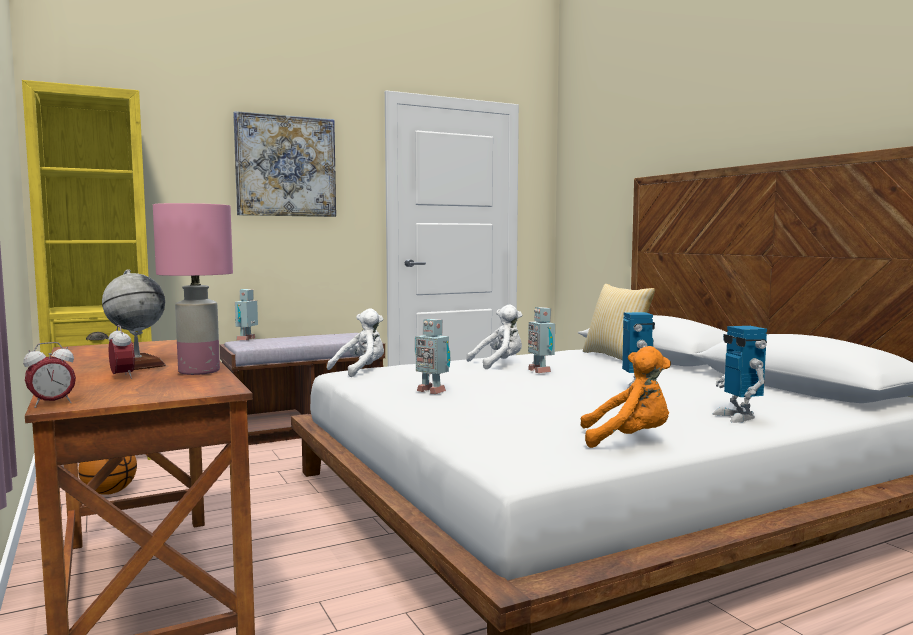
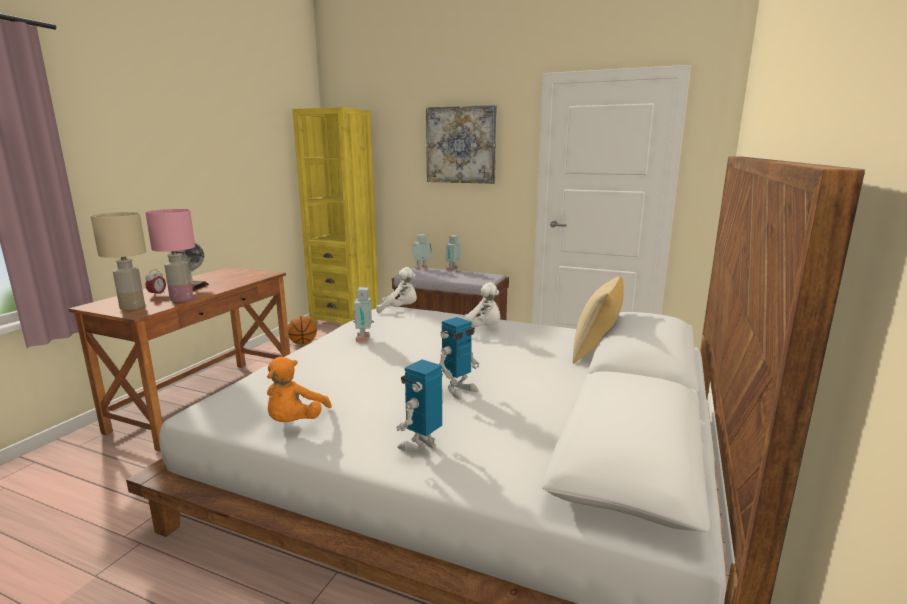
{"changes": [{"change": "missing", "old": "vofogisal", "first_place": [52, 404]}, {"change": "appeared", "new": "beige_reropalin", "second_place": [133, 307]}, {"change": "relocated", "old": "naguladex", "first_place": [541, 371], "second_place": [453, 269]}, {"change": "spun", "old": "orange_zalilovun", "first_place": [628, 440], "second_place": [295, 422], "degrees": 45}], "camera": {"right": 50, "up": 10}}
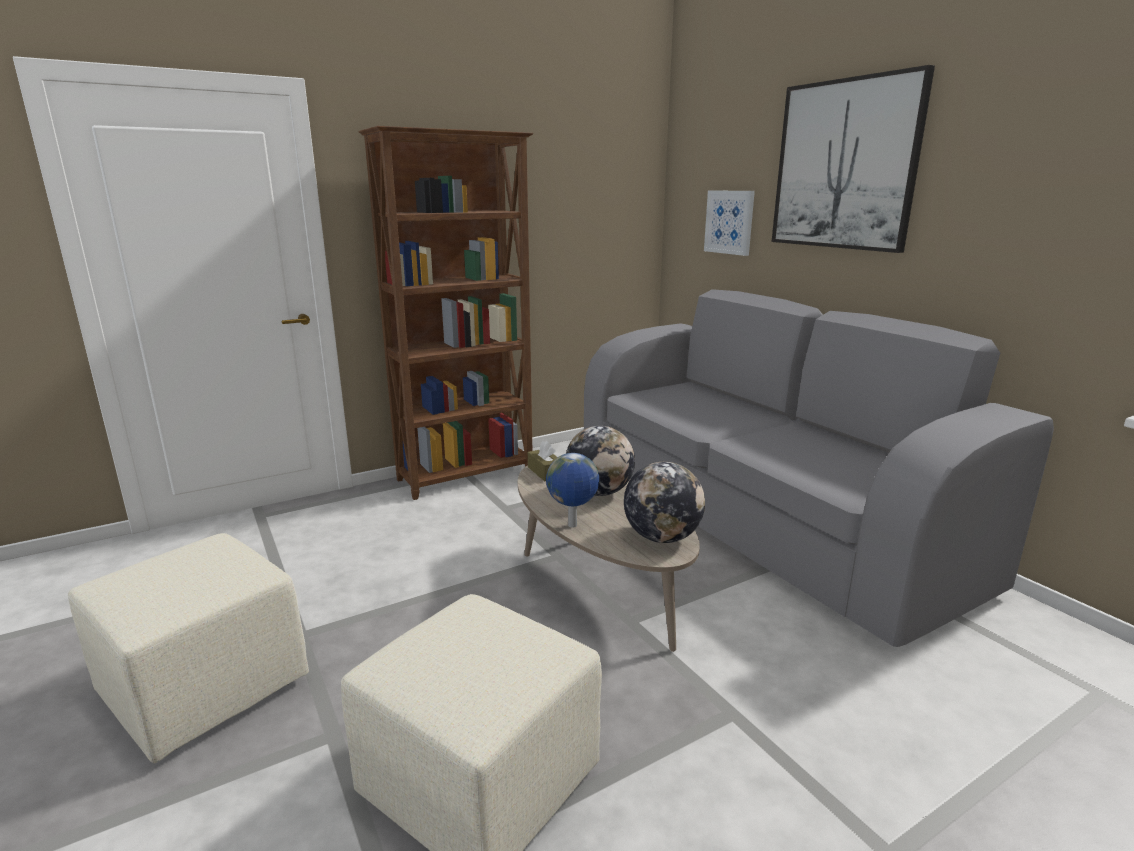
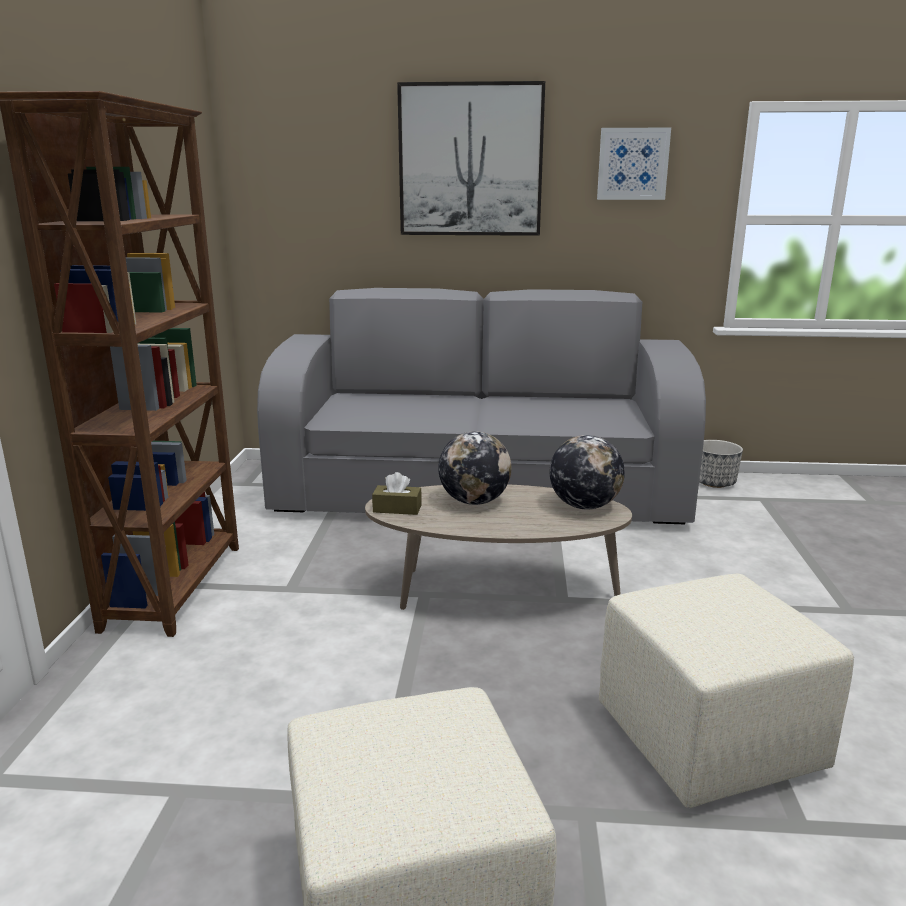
{"changes": [{"change": "missing", "old": "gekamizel", "first_place": [572, 526]}, {"change": "appeared", "new": "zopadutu", "second_place": [714, 482]}, {"change": "relocated", "old": "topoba", "first_place": [729, 222], "second_place": [633, 164]}], "camera": {"right": -55, "up": 0}}
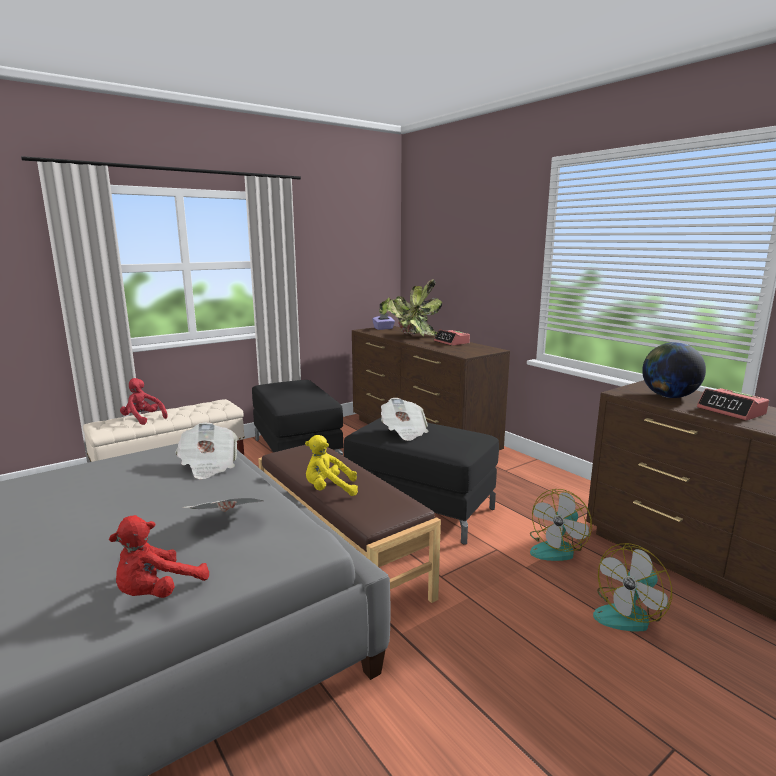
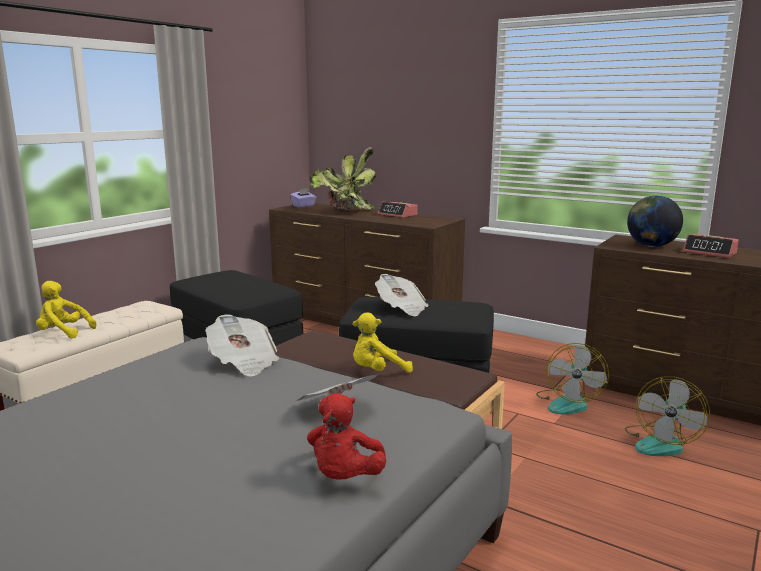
{"changes": [{"change": "colour", "old": "red_zalilovun", "new": "yellow_zalilovun", "first_place": [143, 419], "second_place": [63, 333]}], "camera": {"right": -20, "up": 0}}
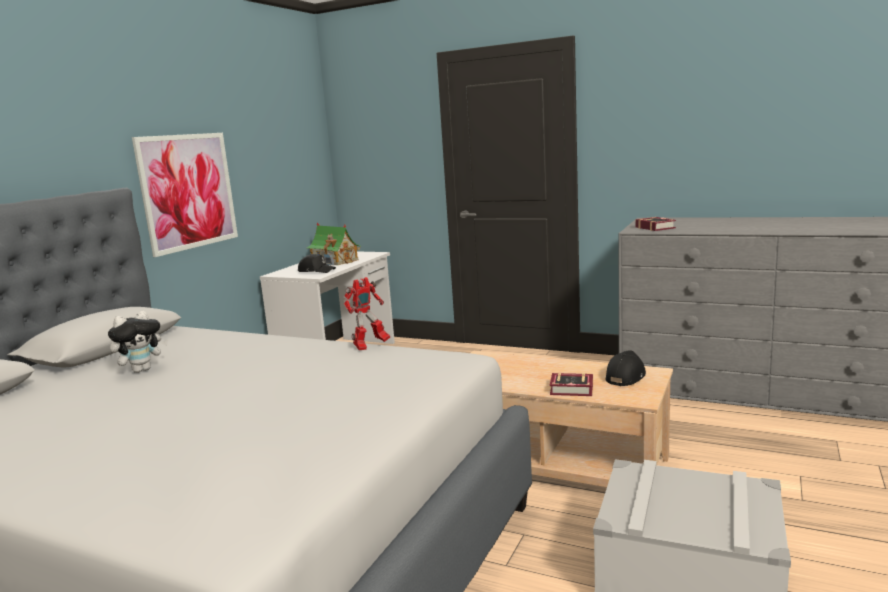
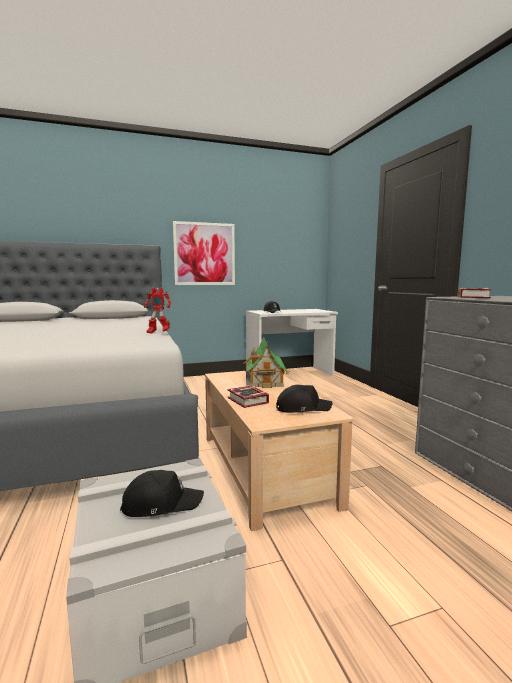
{"changes": [{"change": "missing", "old": "zalilovun", "first_place": [142, 370]}, {"change": "appeared", "new": "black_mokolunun", "second_place": [161, 503]}, {"change": "relocated", "old": "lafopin", "first_place": [335, 260], "second_place": [265, 380]}], "camera": {"right": 45, "up": -5}}
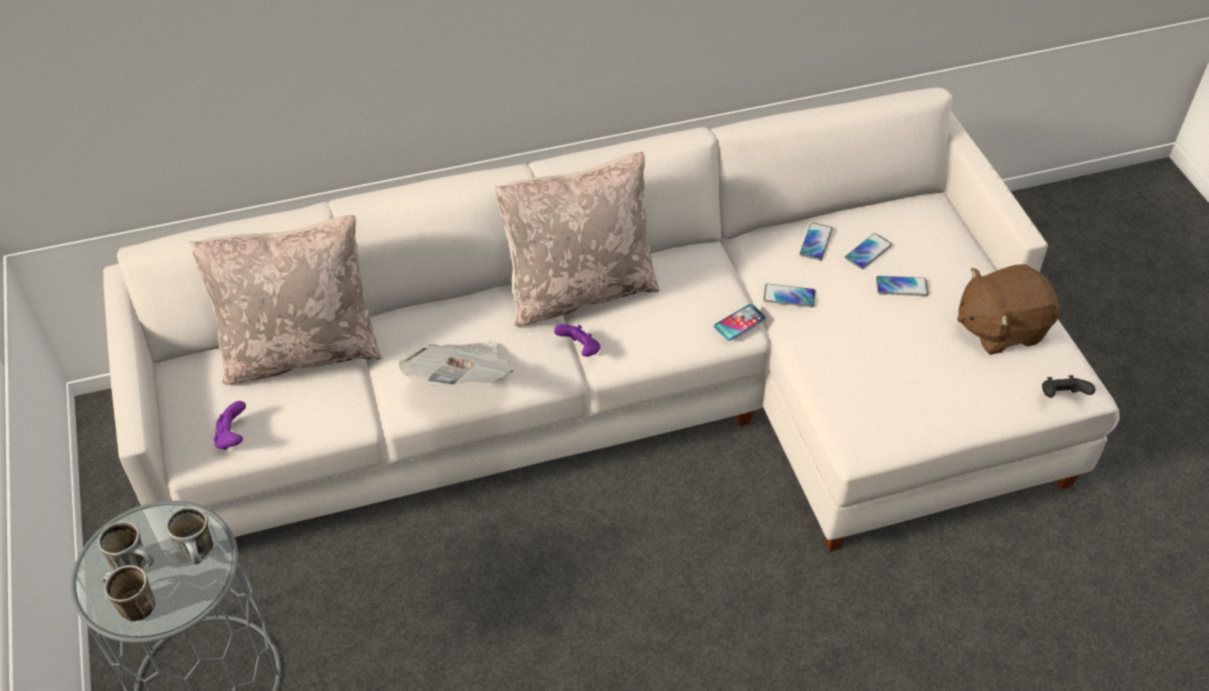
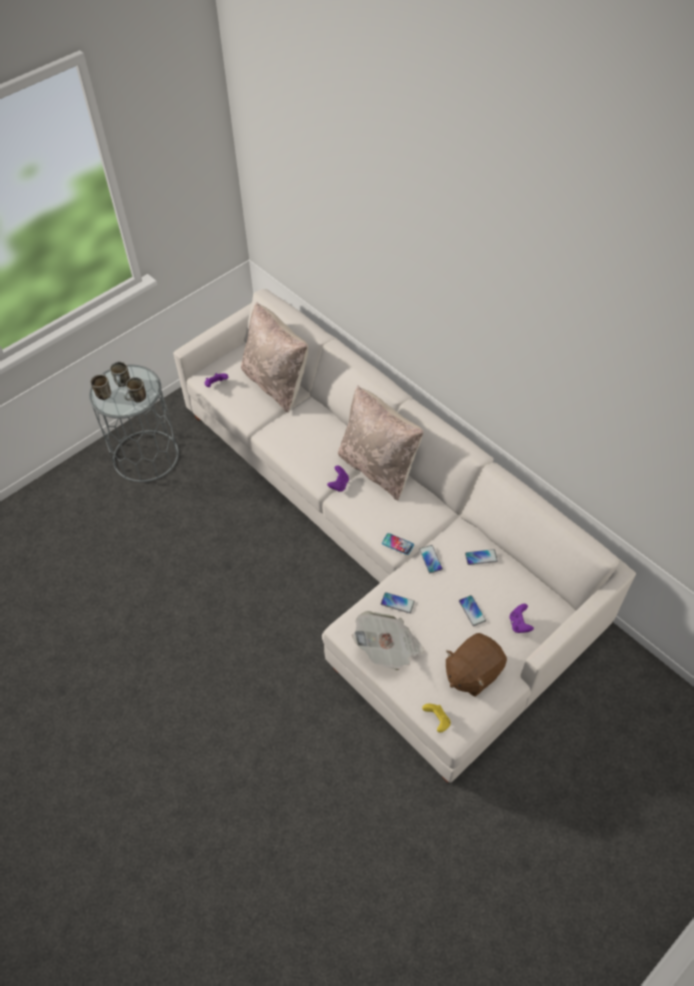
{"changes": [{"change": "appeared", "new": "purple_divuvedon", "second_place": [519, 624]}, {"change": "relocated", "old": "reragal", "first_place": [462, 381], "second_place": [388, 648]}, {"change": "relocated", "old": "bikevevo", "first_place": [868, 252], "second_place": [397, 603]}, {"change": "colour", "old": "black_divuvedon", "new": "yellow_divuvedon", "first_place": [1061, 397], "second_place": [437, 720]}, {"change": "spun", "old": "brown_zalilovun", "first_place": [1000, 328], "second_place": [472, 672], "degrees": -90}], "camera": {"right": 65, "up": 5}}
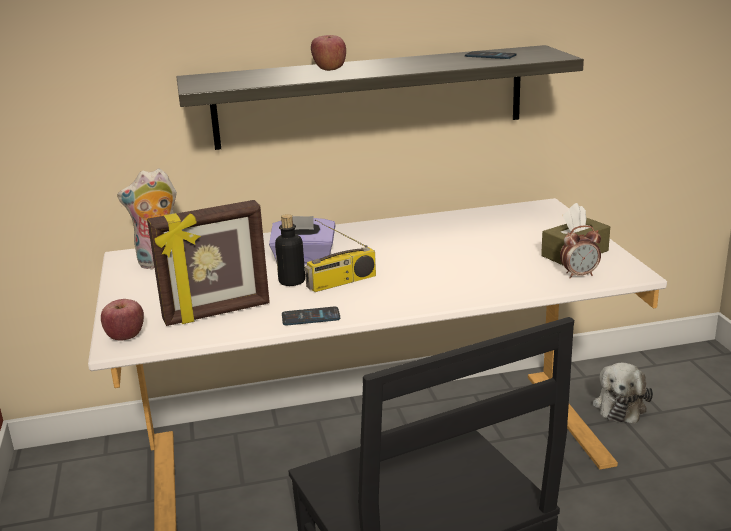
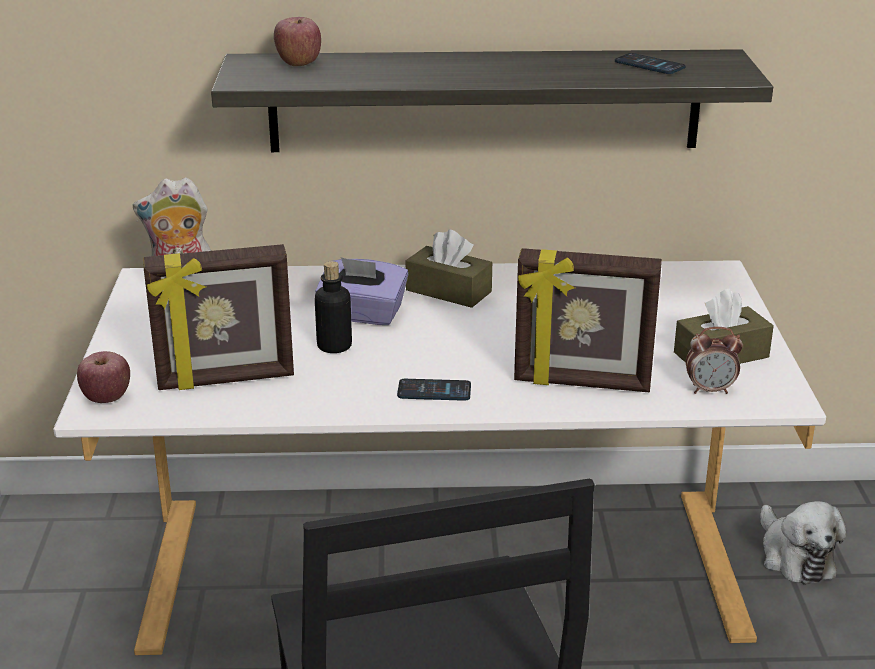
{"changes": [{"change": "missing", "old": "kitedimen", "first_place": [341, 282]}, {"change": "appeared", "new": "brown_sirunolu", "second_place": [448, 291]}, {"change": "appeared", "new": "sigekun", "second_place": [582, 383]}, {"change": "relocated", "old": "bikevevo", "first_place": [310, 317], "second_place": [434, 391]}, {"change": "relocated", "old": "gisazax", "first_place": [329, 69], "second_place": [298, 62]}, {"change": "spun", "old": "zalilovun", "first_place": [620, 405], "second_place": [794, 556], "degrees": -45}], "camera": {"right": 10, "up": 5}}
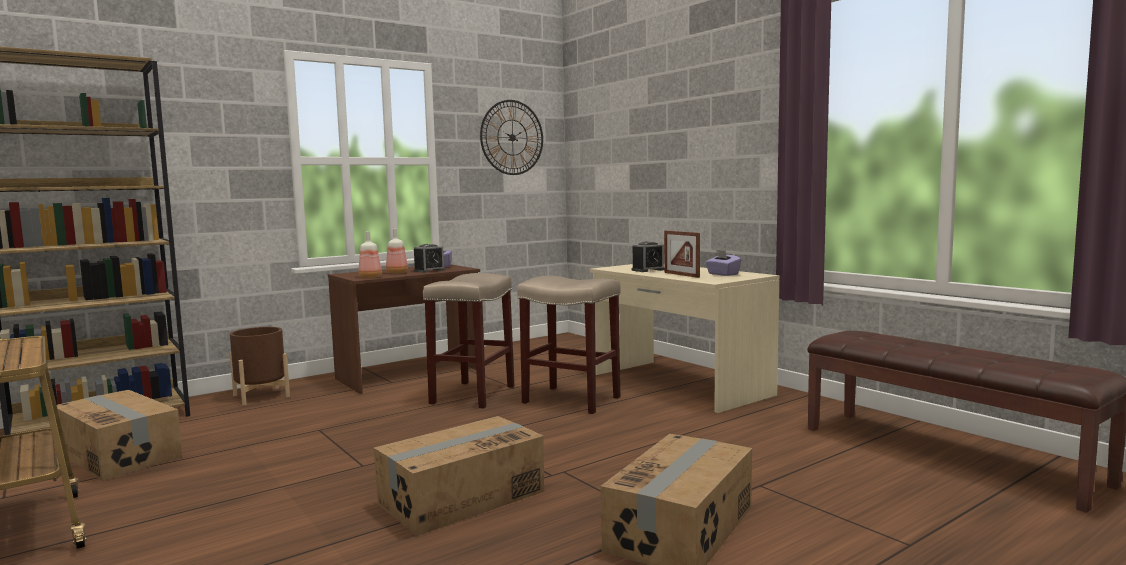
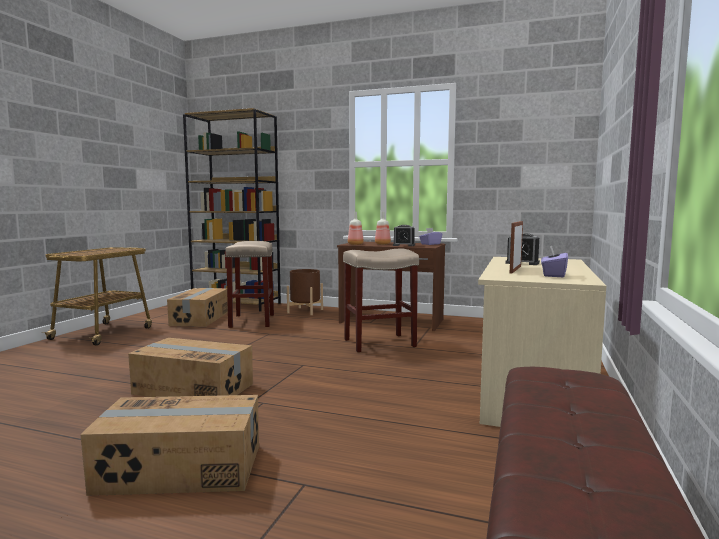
{"changes": [{"change": "missing", "old": "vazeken", "first_place": [512, 137]}, {"change": "relocated", "old": "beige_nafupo", "first_place": [570, 400], "second_place": [252, 320]}], "camera": {"right": 55, "up": 0}}
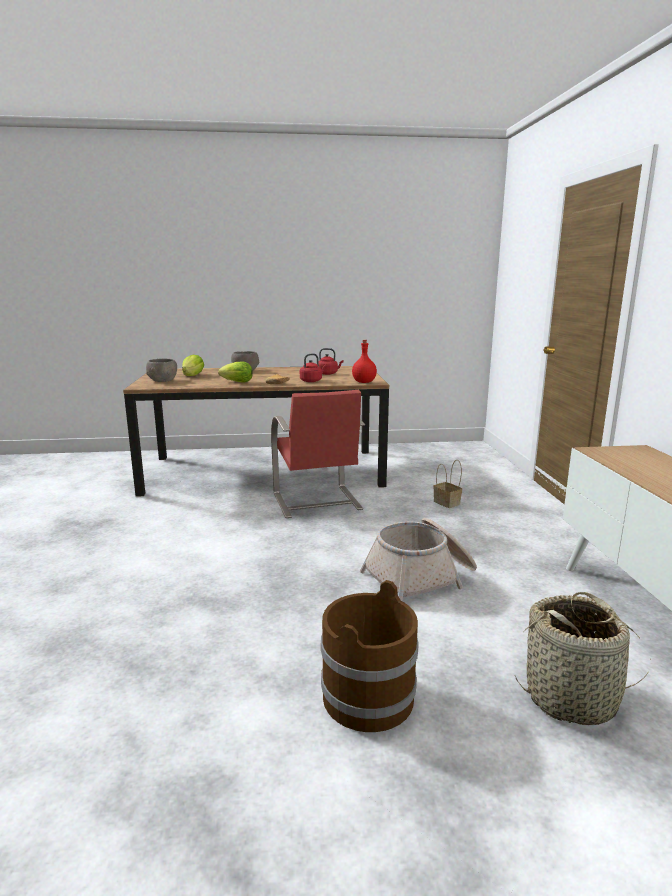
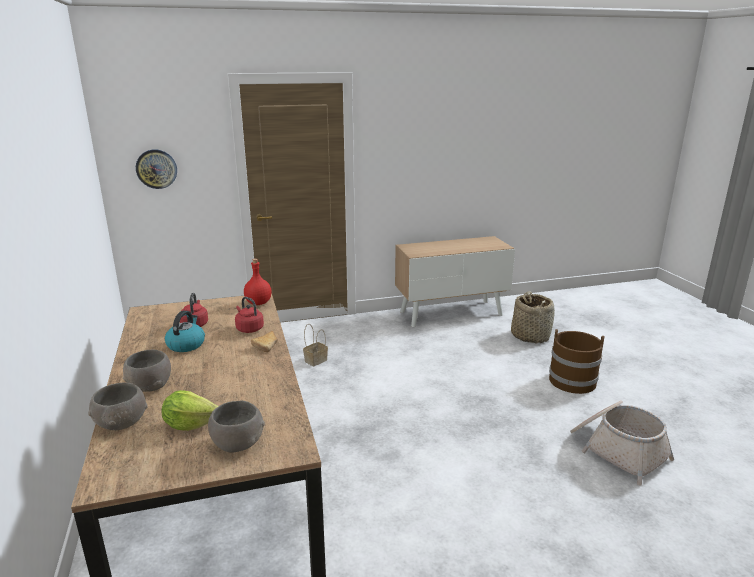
{"changes": [{"change": "missing", "old": "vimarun", "first_place": [237, 382]}, {"change": "missing", "old": "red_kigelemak", "first_place": [316, 502]}, {"change": "appeared", "new": "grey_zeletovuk", "second_place": [121, 423]}, {"change": "appeared", "new": "vazeken", "second_place": [156, 169]}, {"change": "appeared", "new": "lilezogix", "second_place": [186, 344]}, {"change": "relocated", "old": "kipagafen", "first_place": [421, 577], "second_place": [616, 450]}], "camera": {"right": -100, "up": 5}}
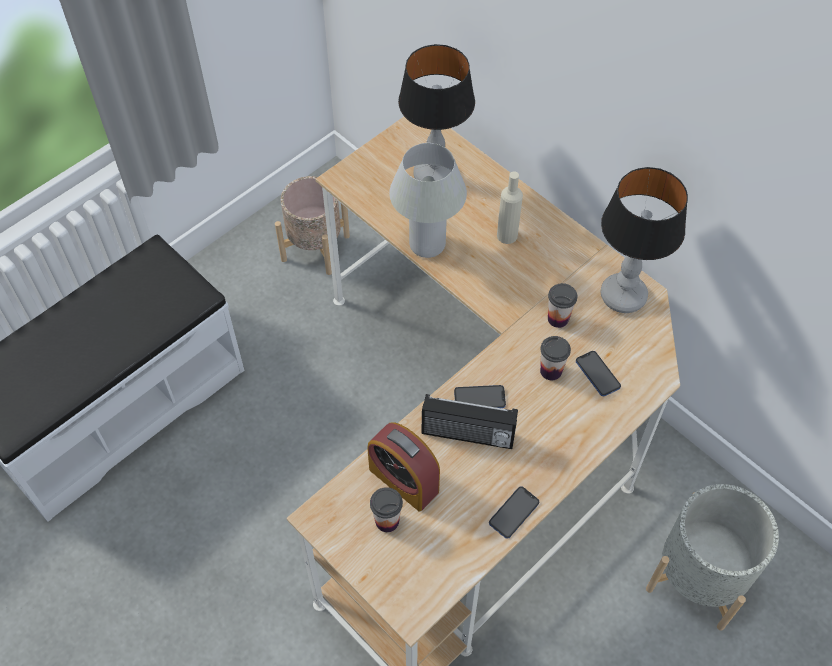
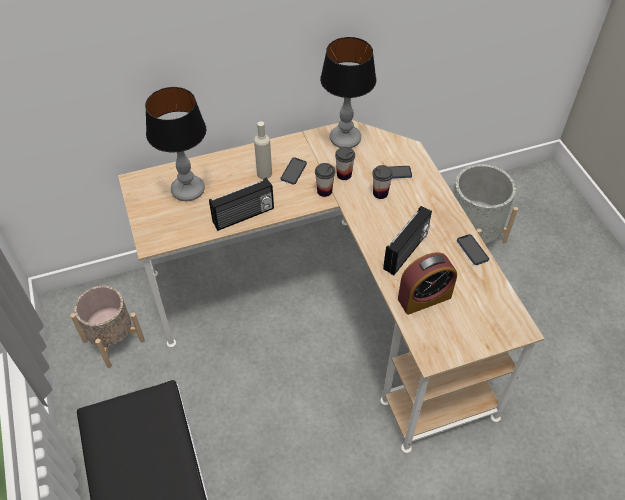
{"changes": [{"change": "relocated", "old": "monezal", "first_place": [387, 521], "second_place": [324, 191]}, {"change": "relocated", "old": "bikevevo", "first_place": [479, 398], "second_place": [293, 171]}, {"change": "exchanged", "old": "white_reropalin", "new": "kitedimen", "first_place": [427, 244], "second_place": [244, 216]}], "camera": {"right": -65, "up": -5}}
